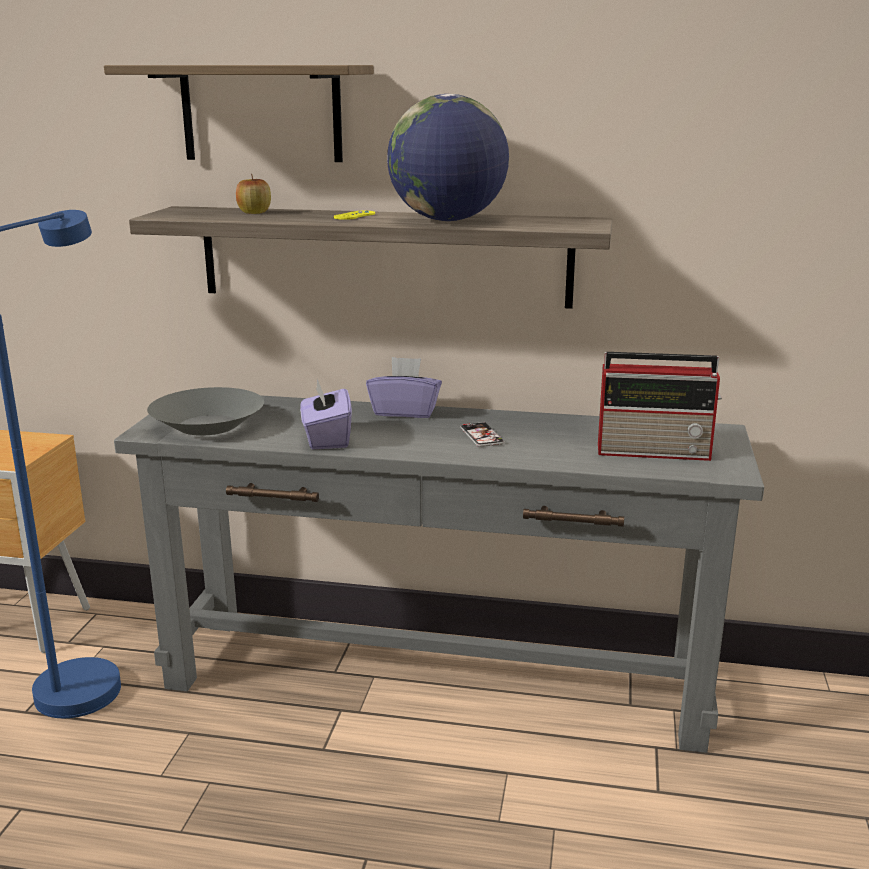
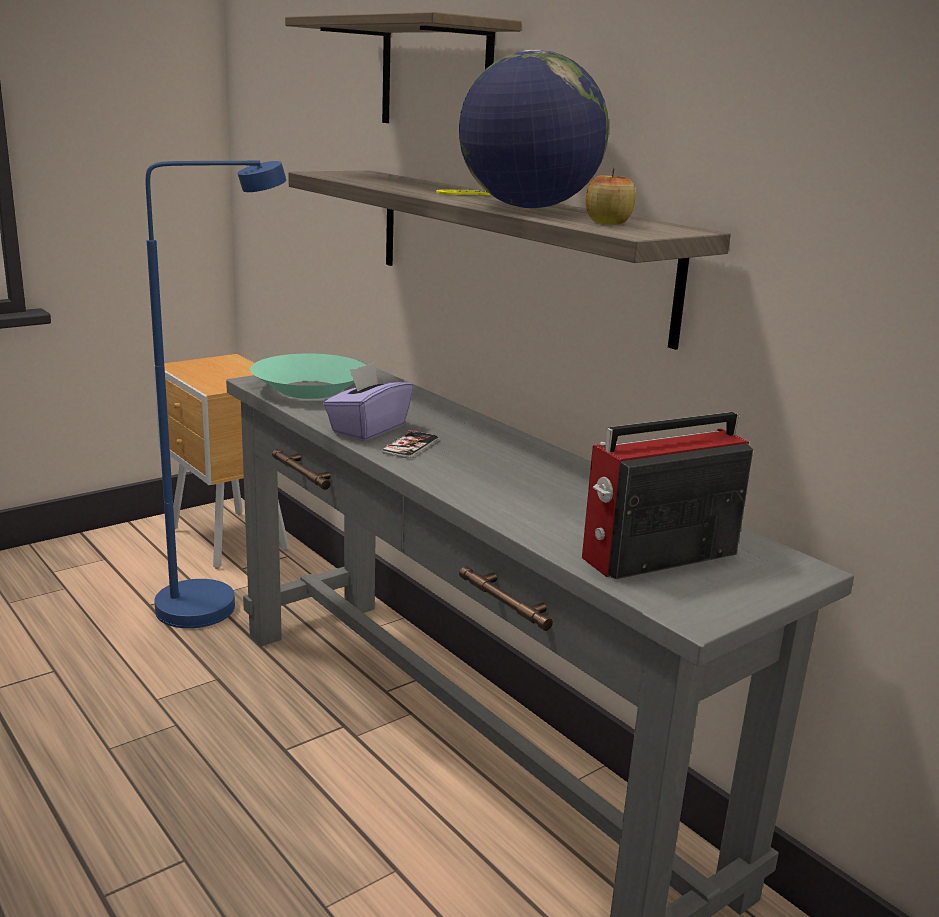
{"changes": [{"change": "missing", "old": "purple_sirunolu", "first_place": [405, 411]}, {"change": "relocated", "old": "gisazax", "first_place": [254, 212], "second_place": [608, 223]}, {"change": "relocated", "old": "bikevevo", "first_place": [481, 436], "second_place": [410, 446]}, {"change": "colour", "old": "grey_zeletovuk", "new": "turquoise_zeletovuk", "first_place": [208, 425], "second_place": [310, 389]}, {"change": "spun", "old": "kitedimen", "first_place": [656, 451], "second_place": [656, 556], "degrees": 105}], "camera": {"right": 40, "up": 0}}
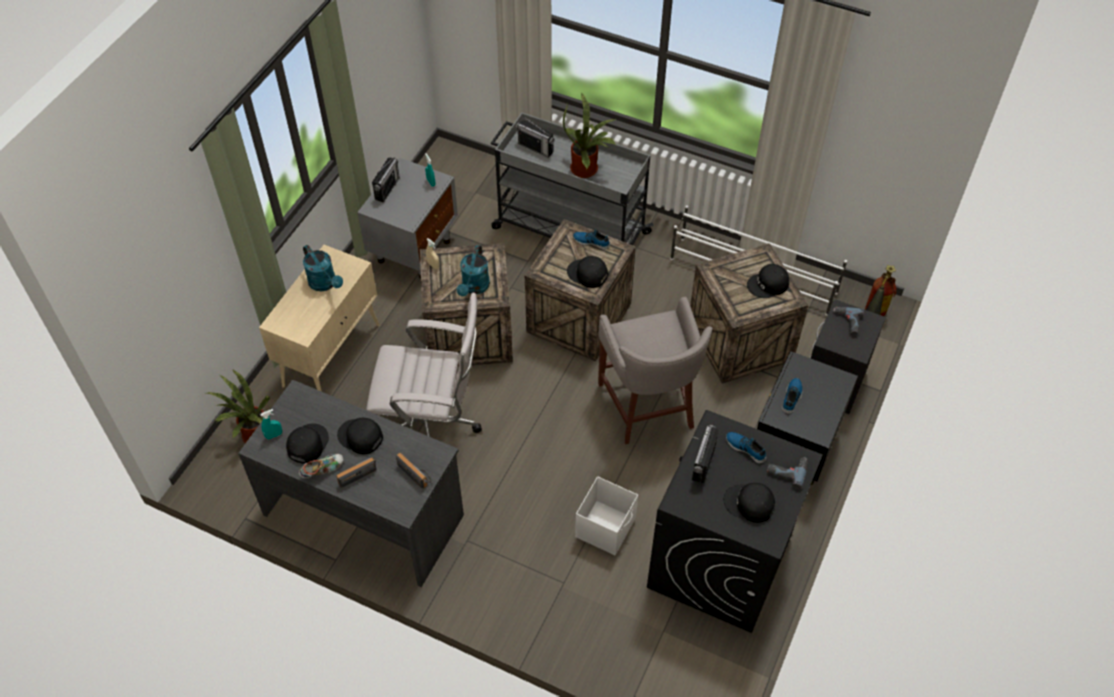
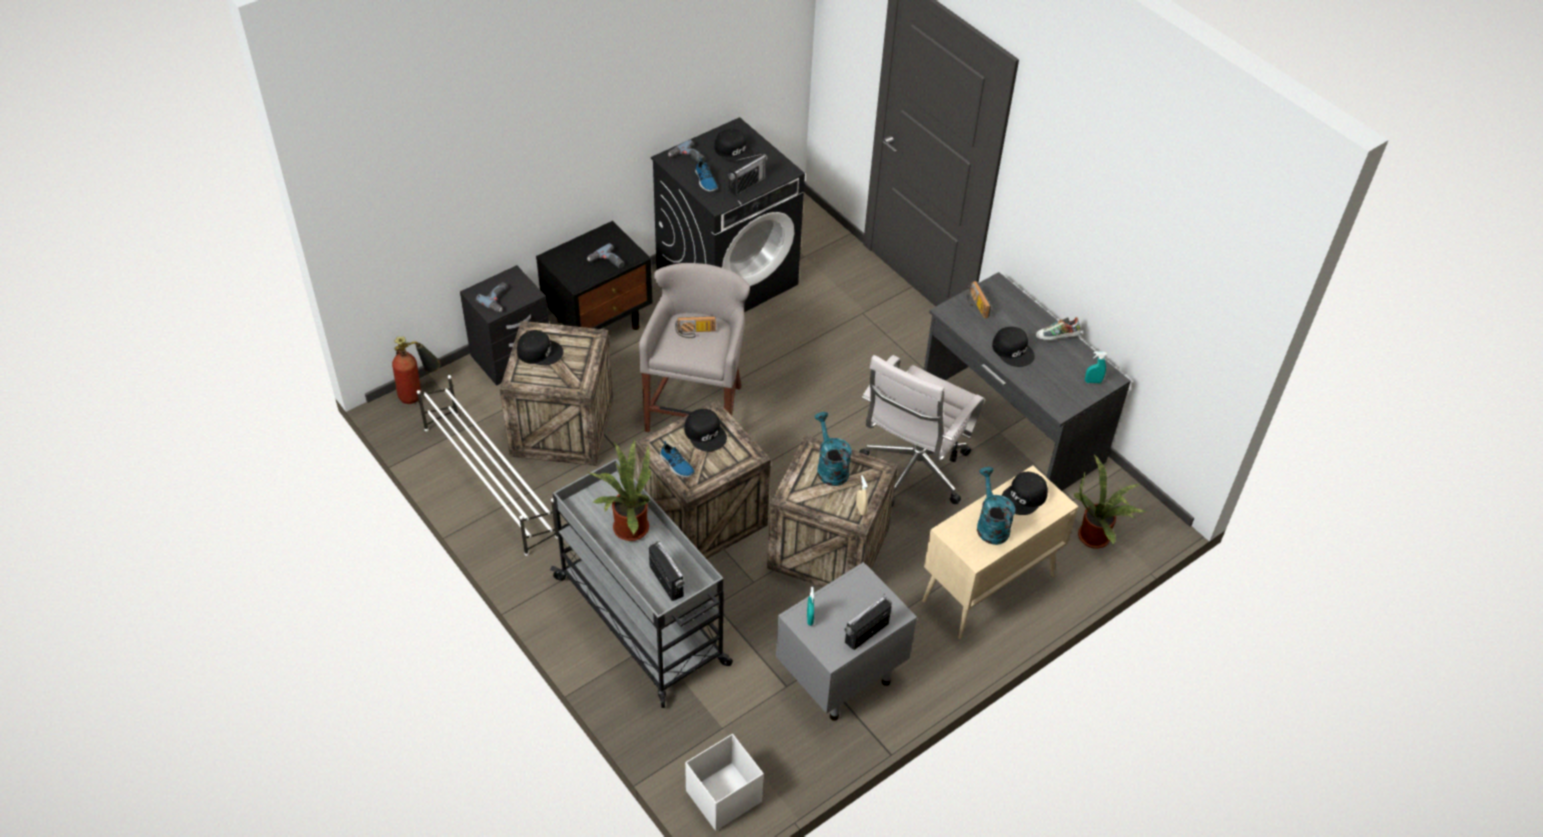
{"changes": [{"change": "relocated", "old": "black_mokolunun", "first_place": [307, 444], "second_place": [1024, 497]}, {"change": "relocated", "old": "kitedimen", "first_place": [357, 473], "second_place": [695, 333]}, {"change": "relocated", "old": "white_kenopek", "first_place": [606, 527], "second_place": [722, 797]}, {"change": "exchanged", "old": "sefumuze", "new": "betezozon", "first_place": [792, 397], "second_place": [607, 262]}, {"change": "spun", "old": "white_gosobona", "first_place": [433, 427], "second_place": [913, 472], "degrees": -90}, {"change": "spun", "old": "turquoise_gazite", "first_place": [474, 288], "second_place": [830, 467], "degrees": -60}], "camera": {"right": -155, "up": -5}}
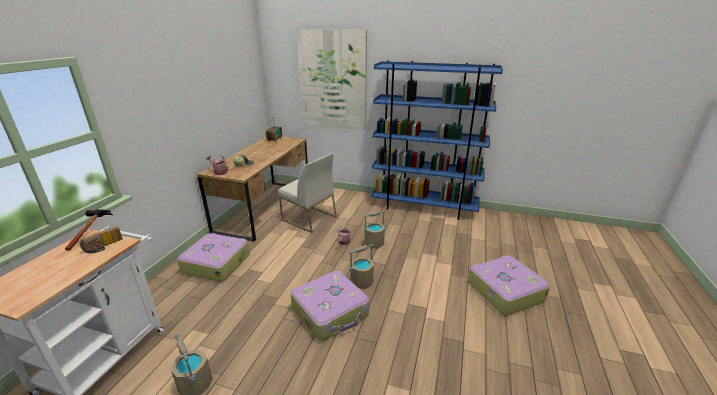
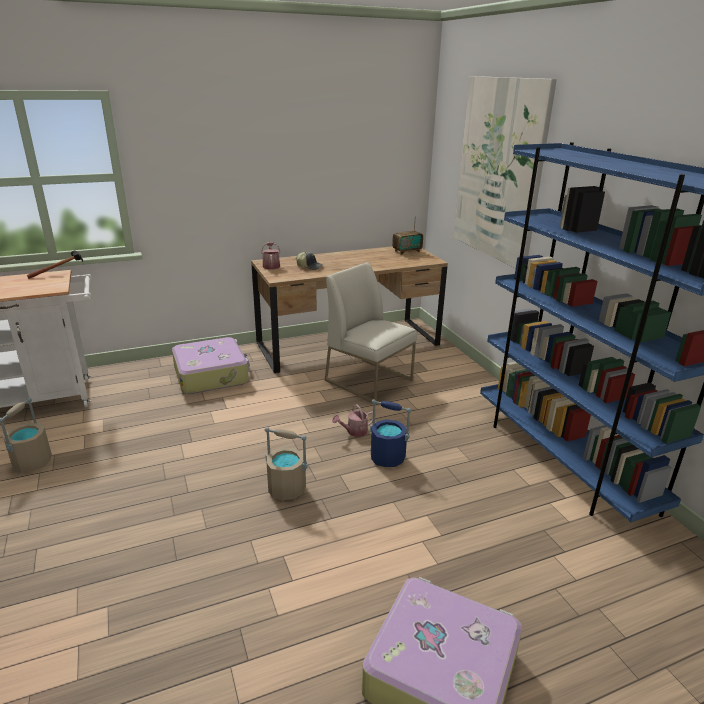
{"changes": [{"change": "missing", "old": "kitedimen", "first_place": [104, 247]}, {"change": "missing", "old": "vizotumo", "first_place": [331, 311]}, {"change": "colour", "old": "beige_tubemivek", "new": "blue_tubemivek", "first_place": [374, 243], "second_place": [387, 457]}, {"change": "spun", "old": "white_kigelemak", "first_place": [308, 218], "second_place": [369, 380], "degrees": 135}], "camera": {"right": 50, "up": 0}}
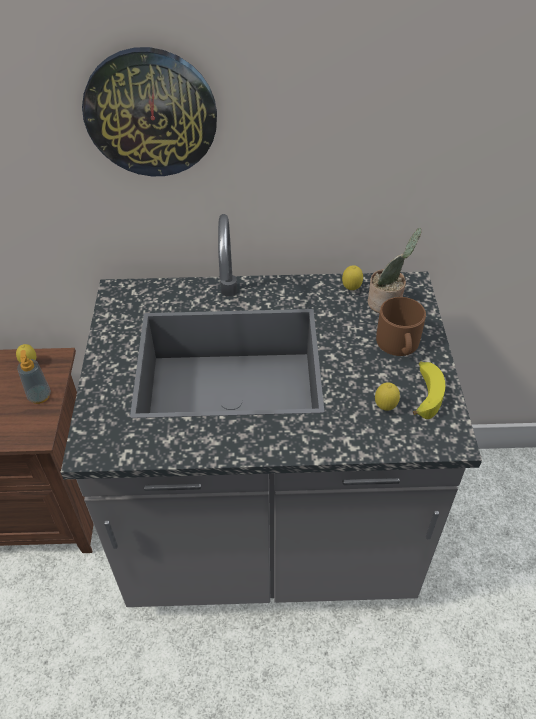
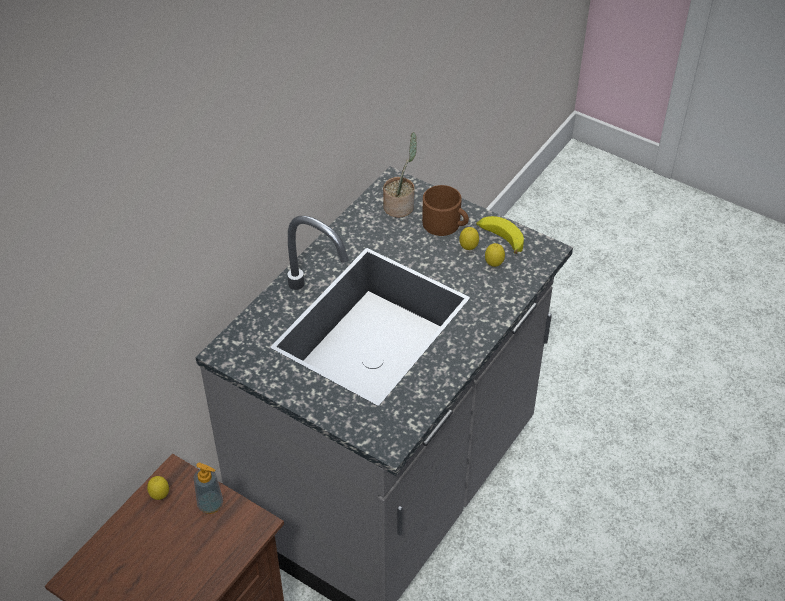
{"changes": [{"change": "missing", "old": "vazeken", "first_place": [151, 113]}, {"change": "relocated", "old": "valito", "first_place": [351, 289], "second_place": [468, 248]}], "camera": {"right": -55, "up": 0}}
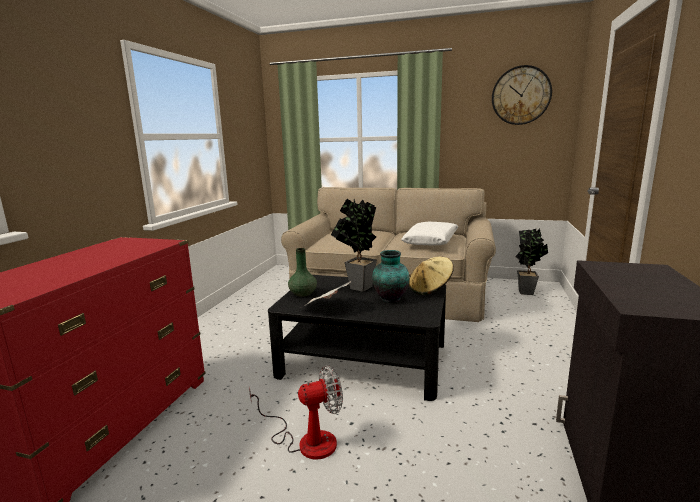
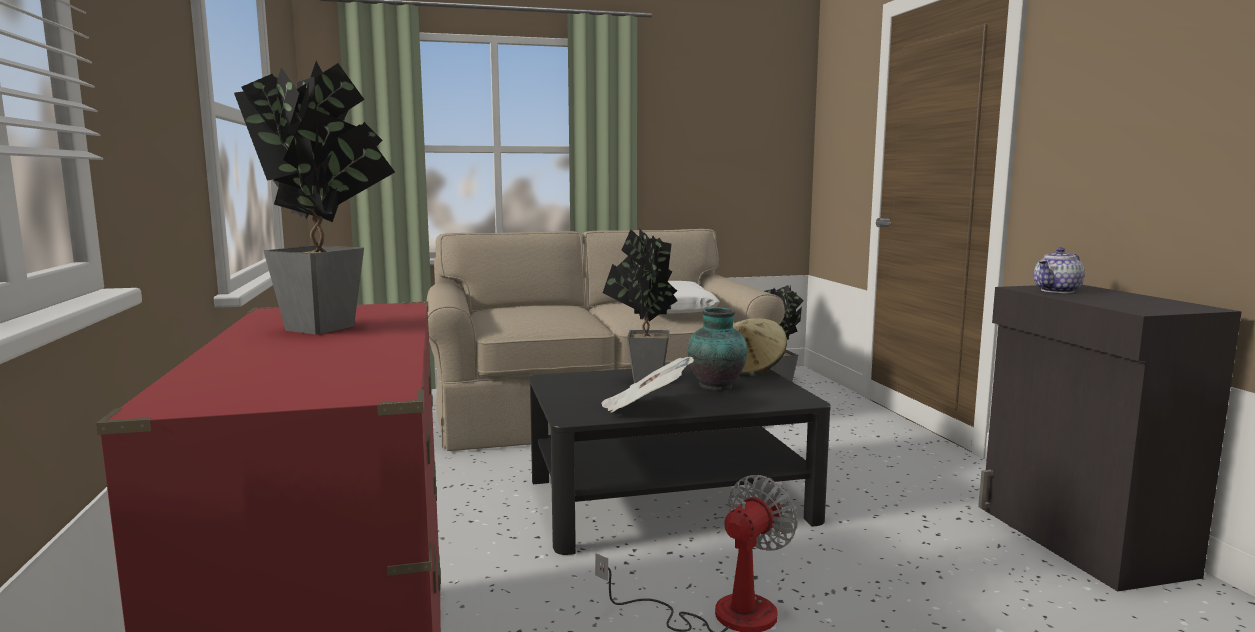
{"changes": [{"change": "missing", "old": "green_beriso", "first_place": [303, 293]}, {"change": "missing", "old": "vazeken", "first_place": [521, 95]}, {"change": "appeared", "new": "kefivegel", "second_place": [332, 326]}, {"change": "appeared", "new": "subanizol", "second_place": [1057, 291]}], "camera": {"right": -30, "up": -5}}
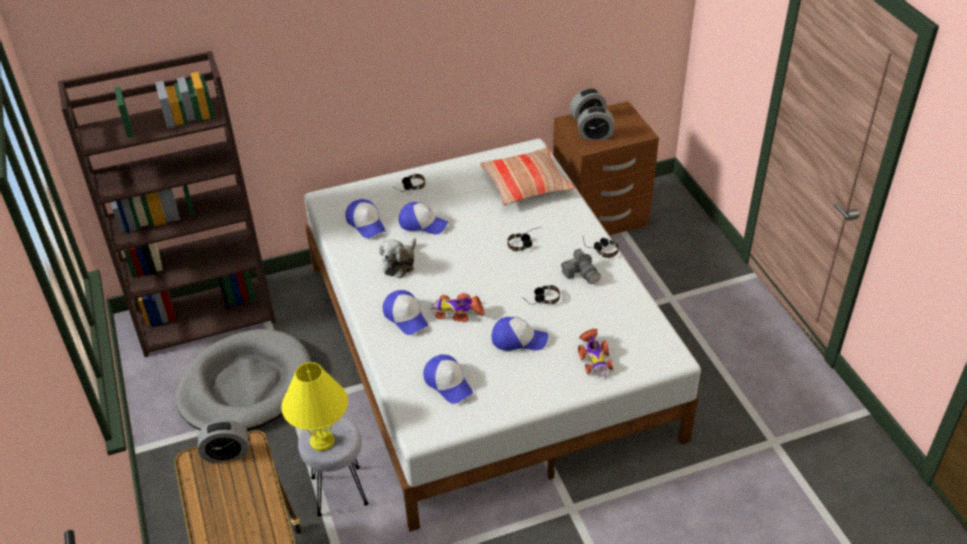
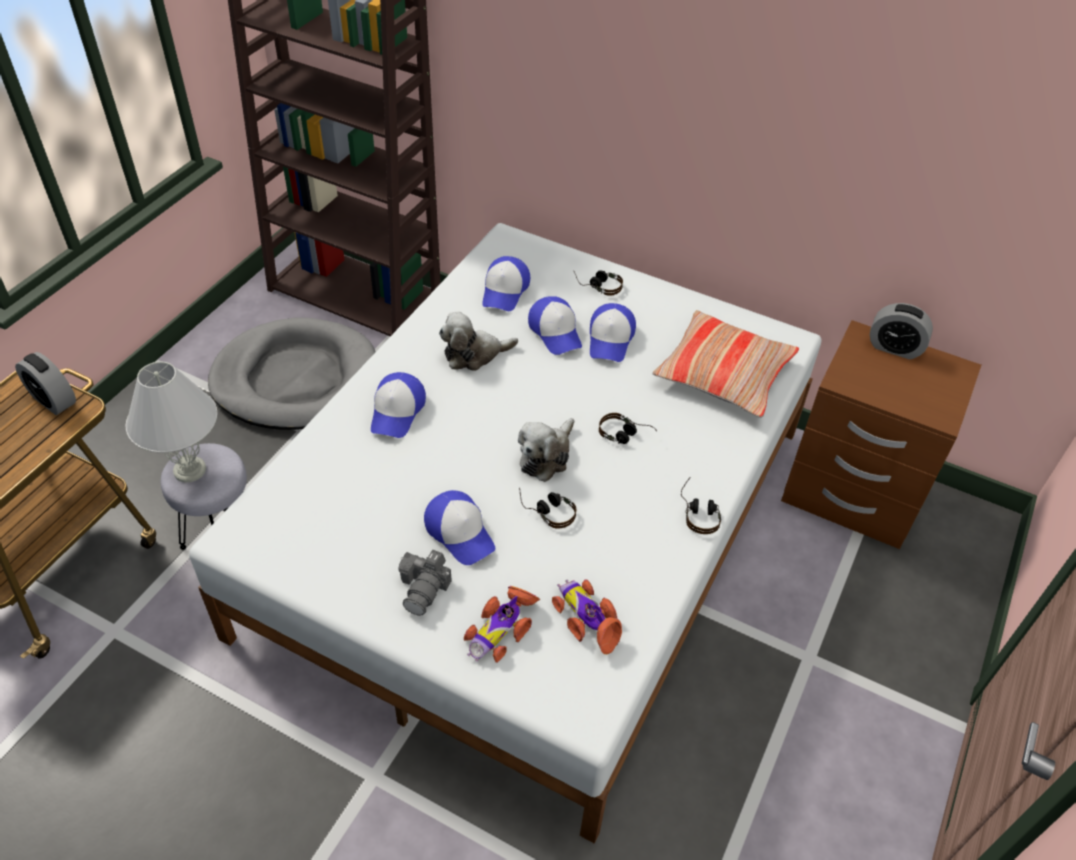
{"changes": [{"change": "missing", "old": "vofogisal", "first_place": [595, 136]}, {"change": "appeared", "new": "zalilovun", "second_place": [546, 456]}, {"change": "relocated", "old": "mokolunun", "first_place": [448, 383], "second_place": [610, 339]}, {"change": "relocated", "old": "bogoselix", "first_place": [458, 312], "second_place": [587, 619]}, {"change": "relocated", "old": "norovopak", "first_place": [581, 273], "second_place": [424, 588]}, {"change": "colour", "old": "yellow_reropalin", "new": "white_reropalin", "first_place": [322, 441], "second_place": [190, 470]}], "camera": {"right": 45, "up": 5}}
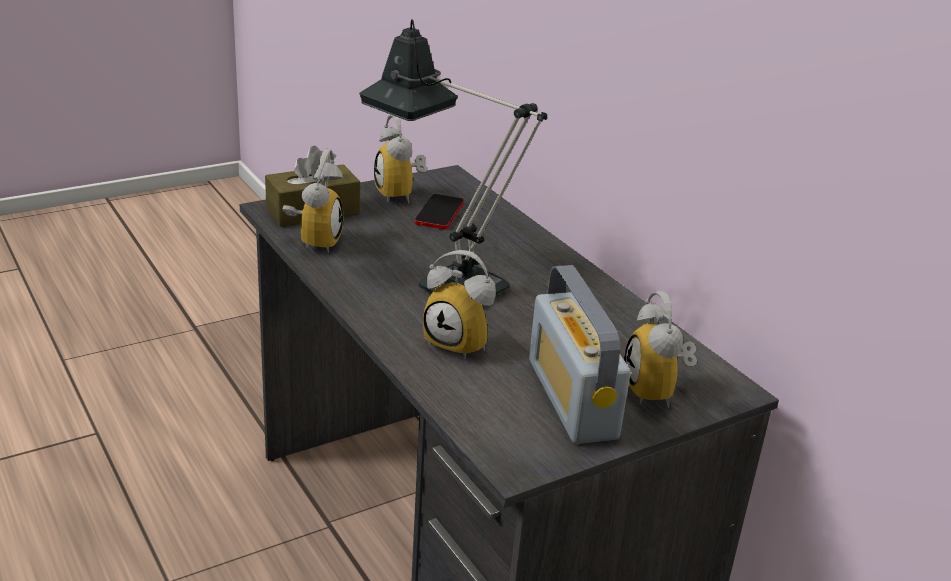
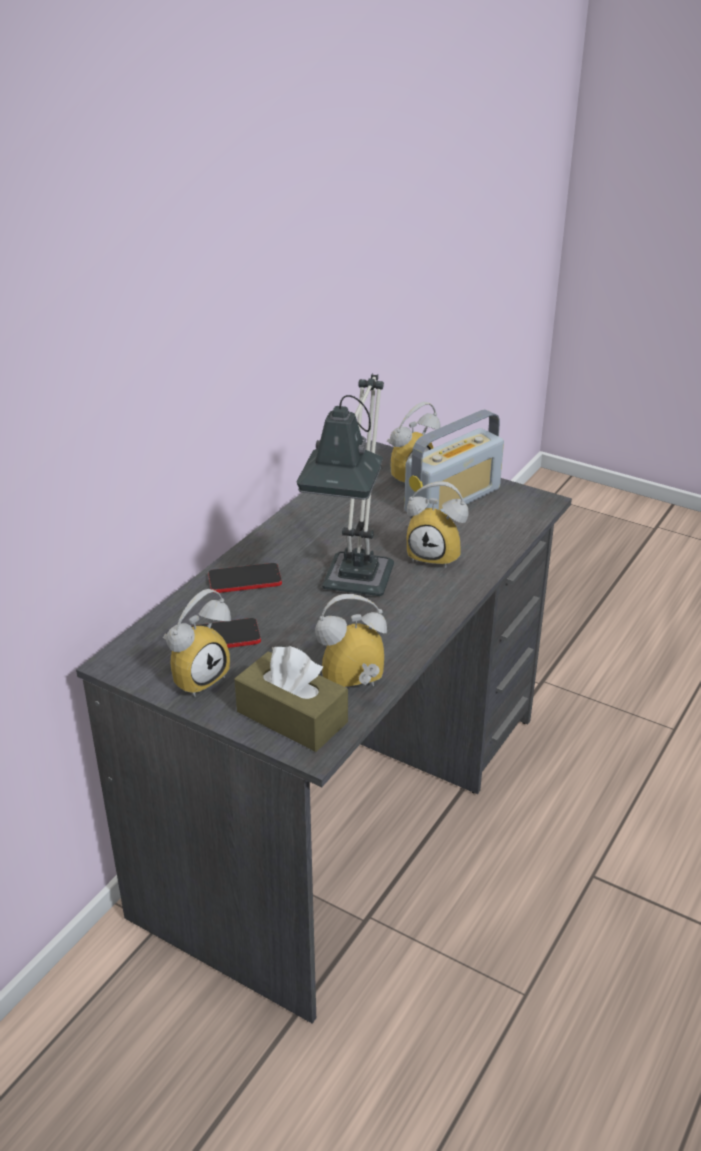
{"changes": [{"change": "appeared", "new": "bikevevo", "second_place": [245, 580]}, {"change": "spun", "old": "vofogisal", "first_place": [462, 343], "second_place": [437, 555], "degrees": 105}], "camera": {"right": -115, "up": 5}}
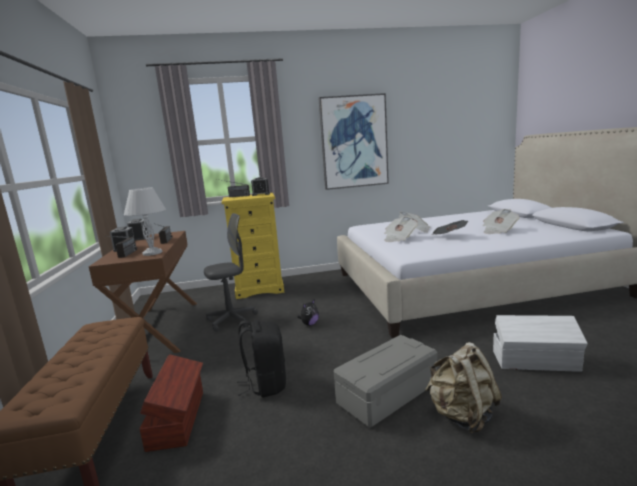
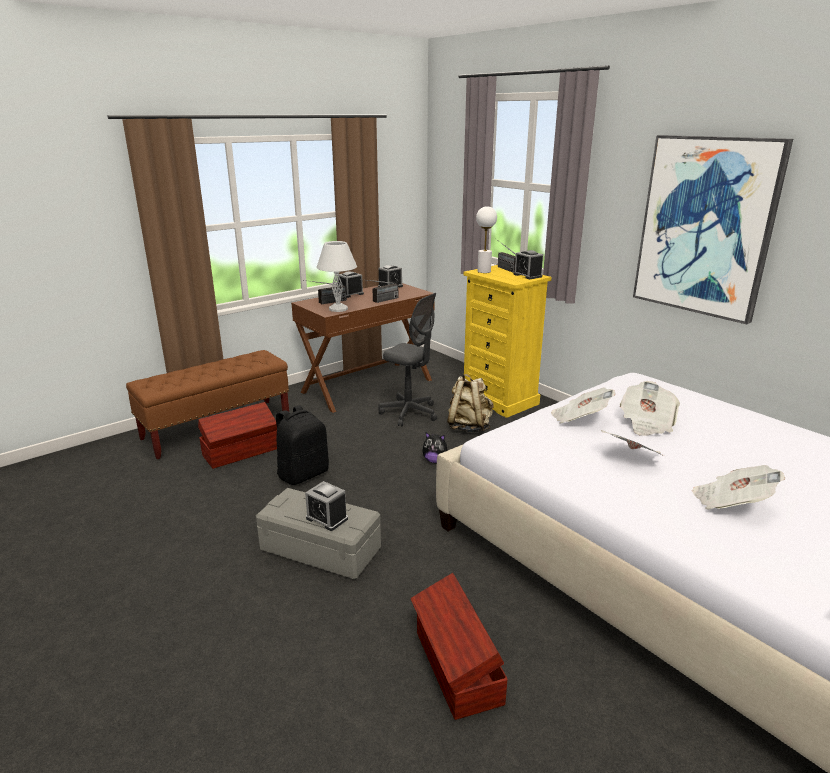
{"changes": [{"change": "appeared", "new": "vofogisal", "second_place": [327, 518]}, {"change": "appeared", "new": "white_reropalin", "second_place": [484, 271]}, {"change": "relocated", "old": "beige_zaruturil", "first_place": [462, 416], "second_place": [469, 427]}, {"change": "colour", "old": "white_kenopek", "new": "brown_kenopek", "first_place": [536, 361], "second_place": [456, 668]}], "camera": {"right": 60, "up": 10}}
